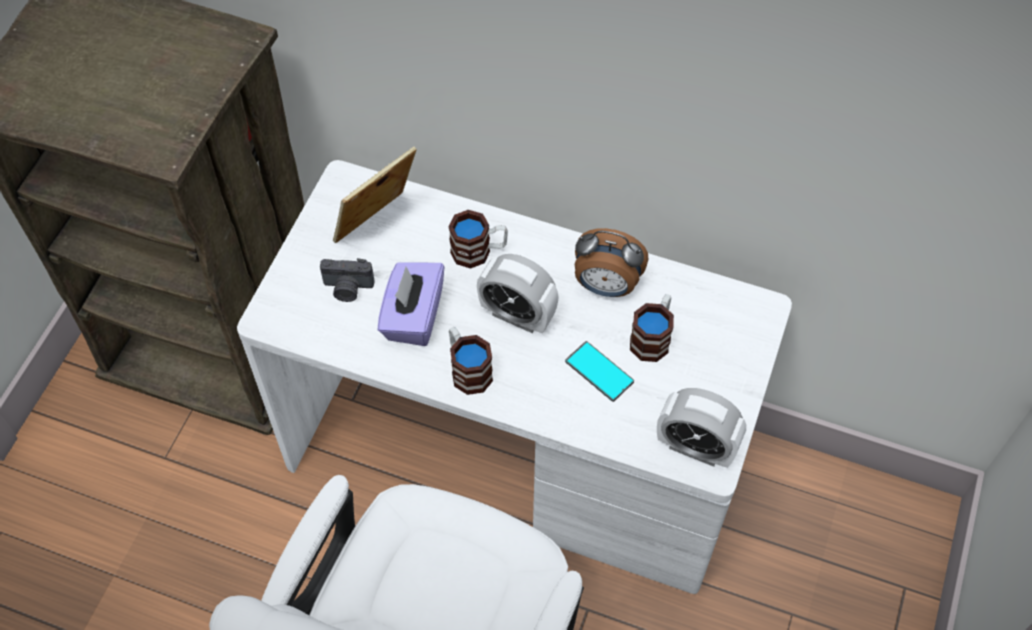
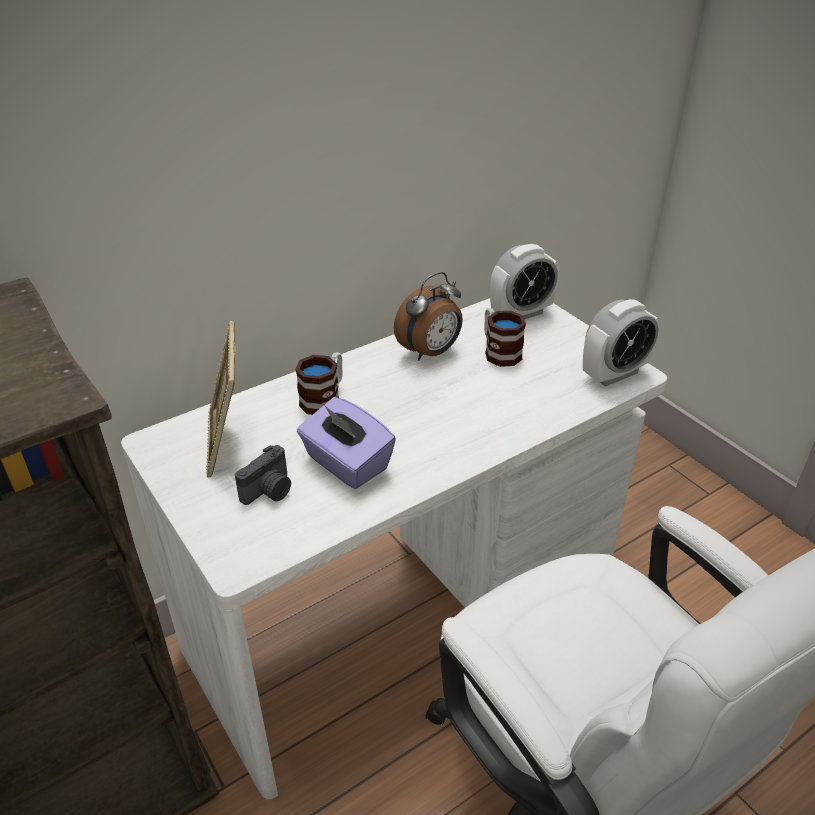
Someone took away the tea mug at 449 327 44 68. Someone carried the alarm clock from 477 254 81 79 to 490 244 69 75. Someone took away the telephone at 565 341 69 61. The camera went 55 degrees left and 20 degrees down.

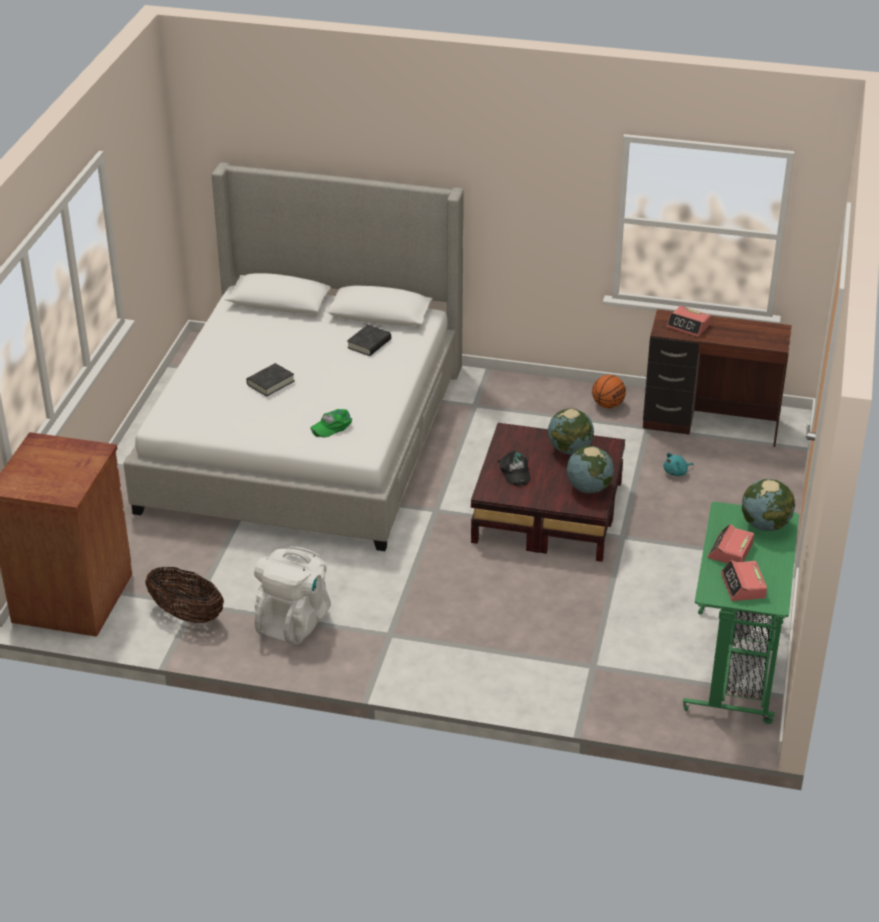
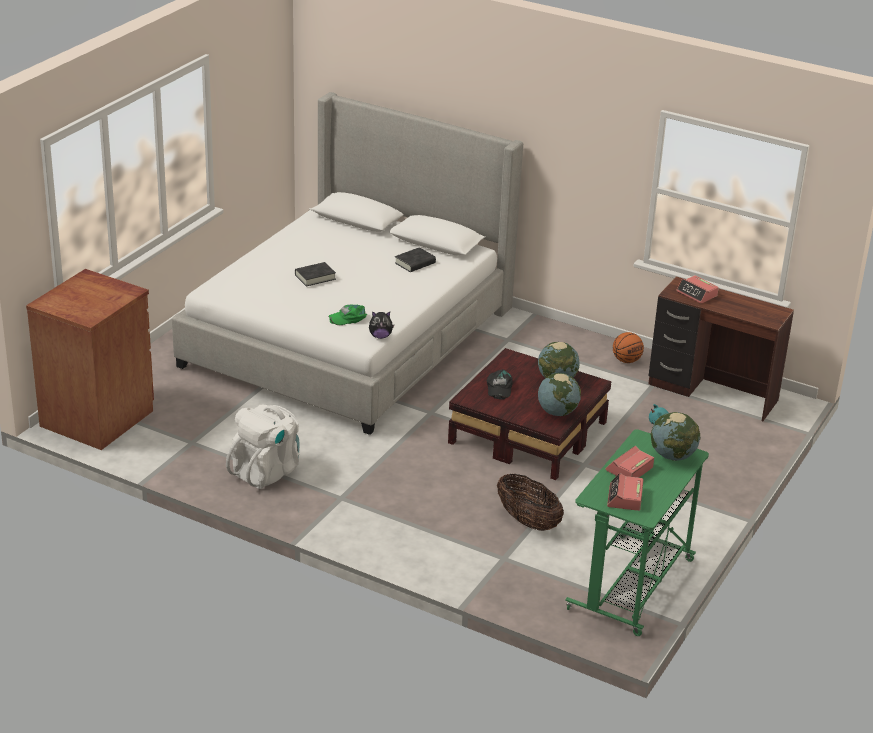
Someone carried the storage basket from 145 567 79 56 to 497 473 67 58. Someone put down the plush toy at 369 311 26 28. The camera went 15 degrees right and 5 degrees down.

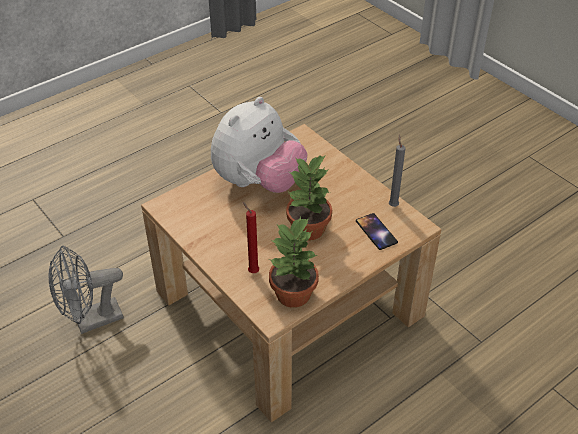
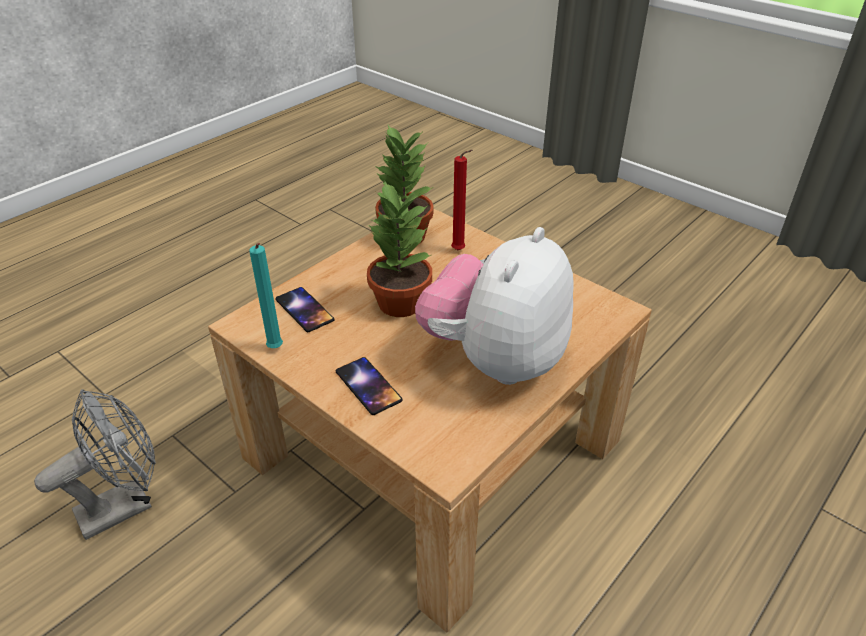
Someone carried the cooling fan in gray from 49 246 75 88 to 34 389 122 151. Someone repainted the candle in gray at 389 135 17 72, which became the candle in turquoise-coloured at 249 243 34 105. Someone put down the telephone at 336 357 67 58. The camera went 170 degrees right and 5 degrees down.

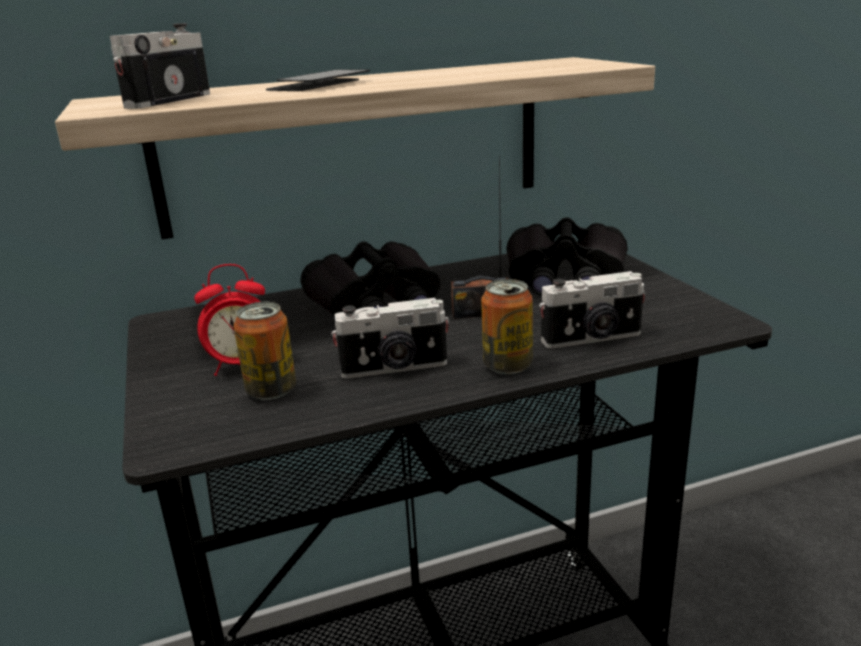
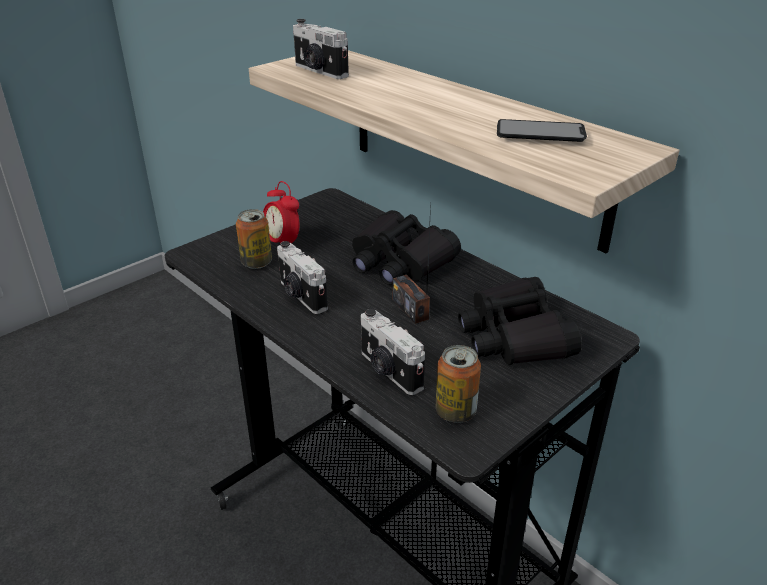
Someone rotated the still camera at 110 23 100 86 by 135 degrees counterclockwise. Someone carried the telephone from 266 69 104 22 to 497 119 90 23. Someone carried the metal can from 481 279 52 95 to 436 345 45 78. The camera went 65 degrees right and 10 degrees up.

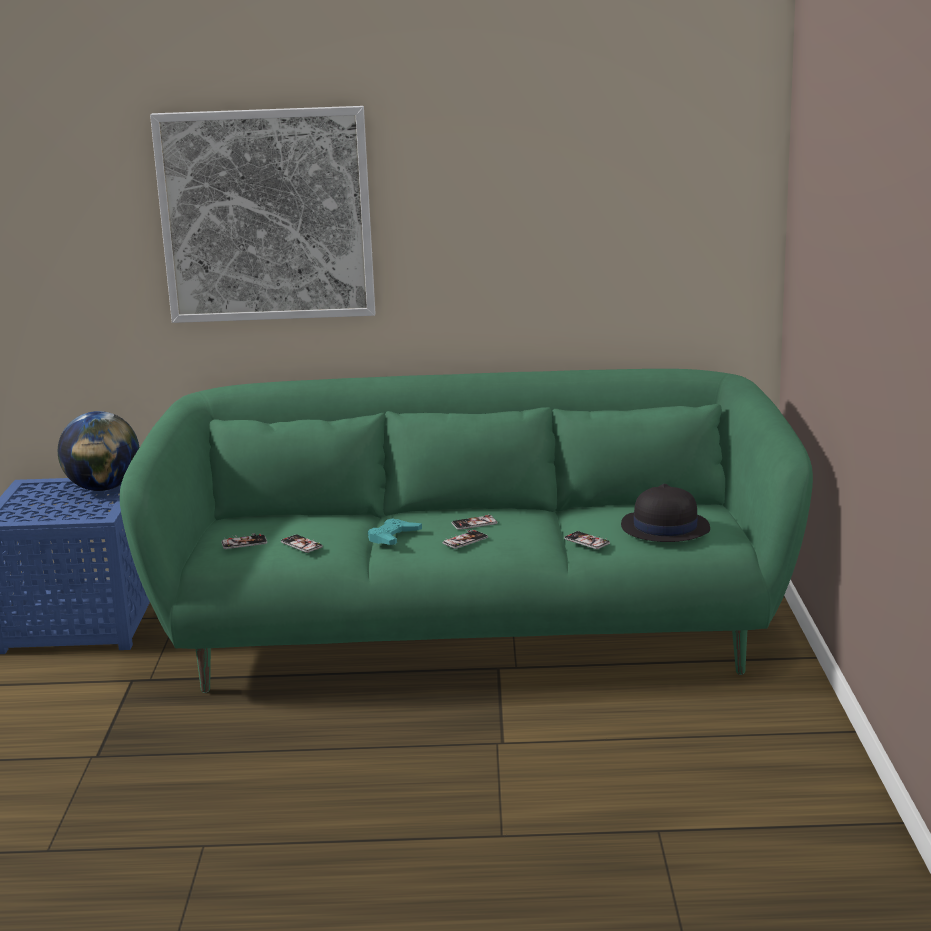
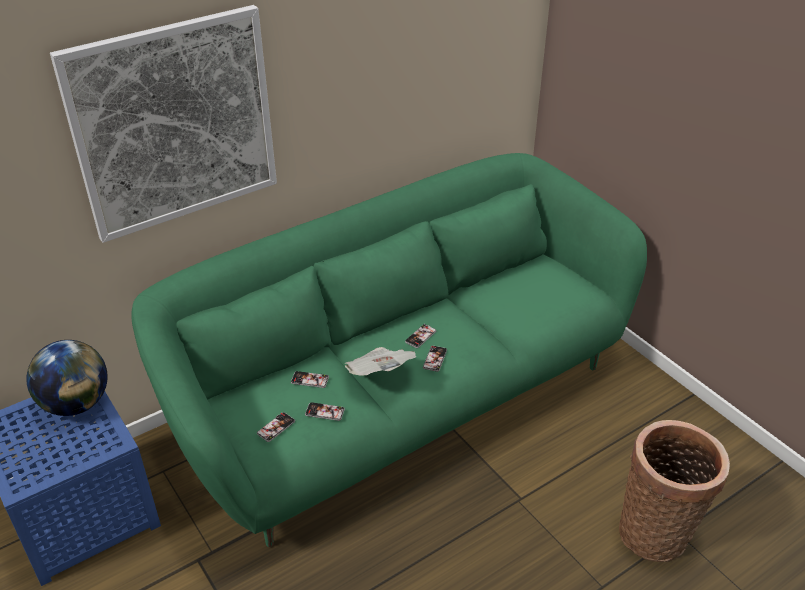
Someone swapped the game controller in turquoise-coloured at 368 518 54 27 for the daily paper at 345 347 71 29. Someone carried the telephone from 564 531 46 18 to 291 371 38 17. Someone took away the clothing hat in blackish at 621 484 89 58. Someone put down the storage basket at 619 420 111 142. The camera went 35 degrees left and 20 degrees up.

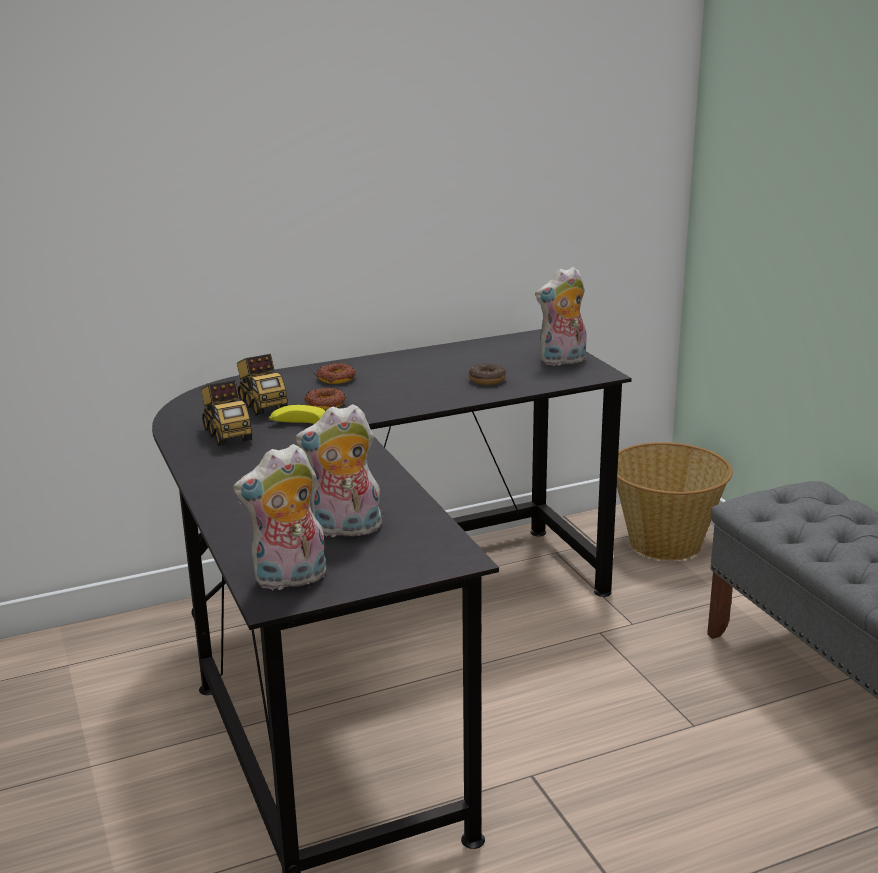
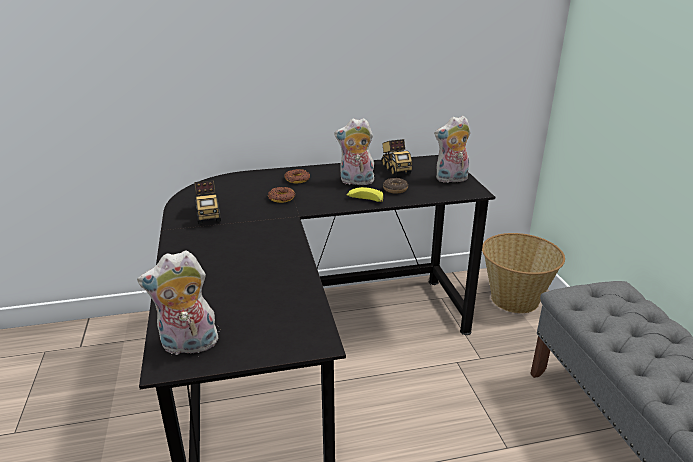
Someone carried the model truck from 237 354 51 62 to 381 139 31 37. Someone carried the banana from 268 405 57 19 to 346 187 37 15. Someone carried the plush toy from 295 404 87 133 to 334 118 40 69. The camera went 10 degrees right and 5 degrees up.

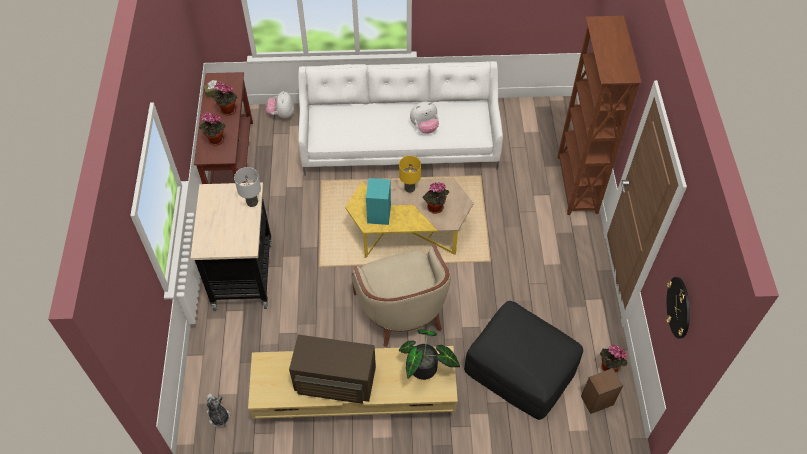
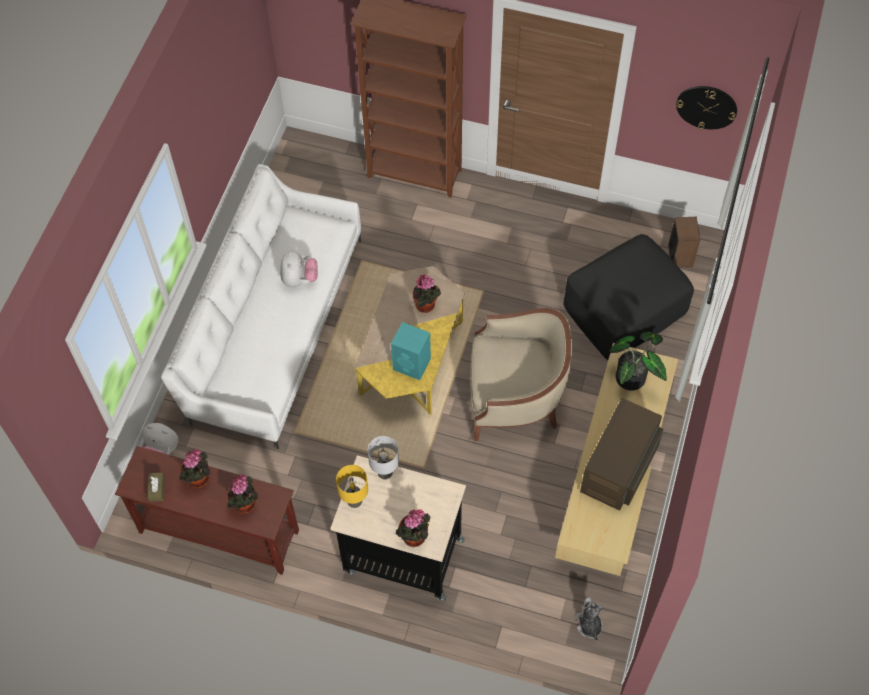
Someone rotated the plush toy at 207 394 23 33 by 90 degrees clockwise. Someone carried the lamp for a table in yellow-coloured from 399 156 22 37 to 336 465 32 43. Someone carried the potted plant from 600 345 28 27 to 395 509 35 38. The camera went 70 degrees left and 5 degrees up.

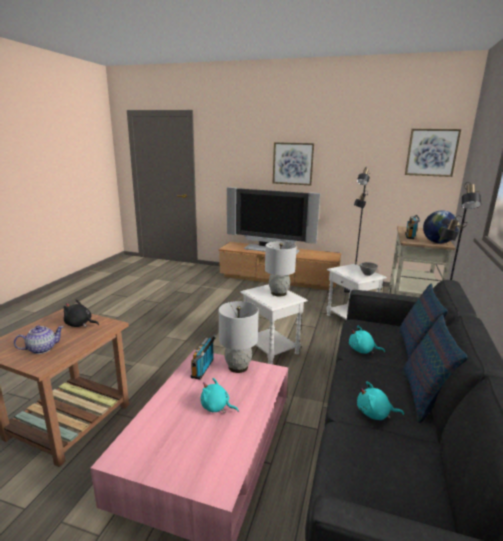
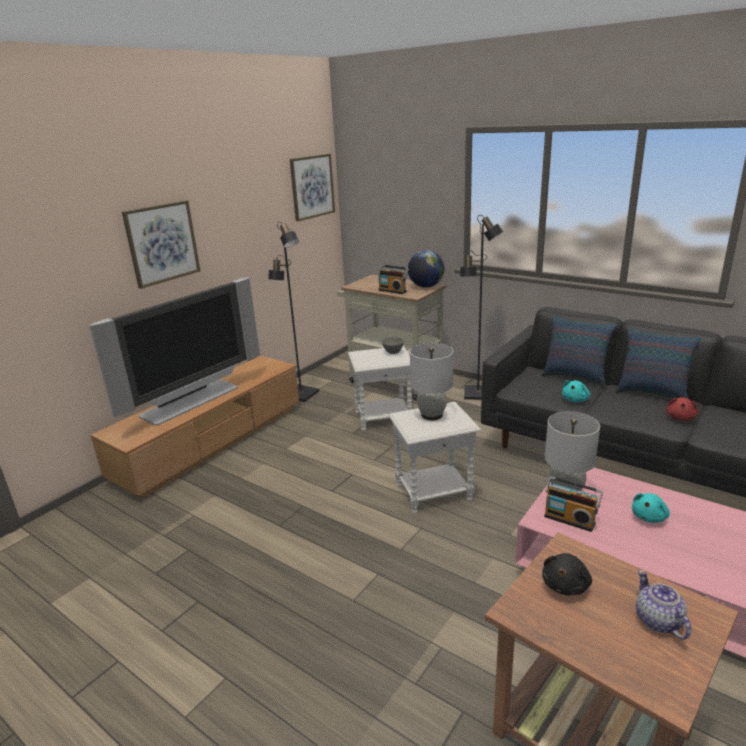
Someone repainted the plush toy in turquoise-coloured at 357 381 47 39, which became the plush toy in red at 666 397 33 24. The camera went 70 degrees left and 5 degrees up.

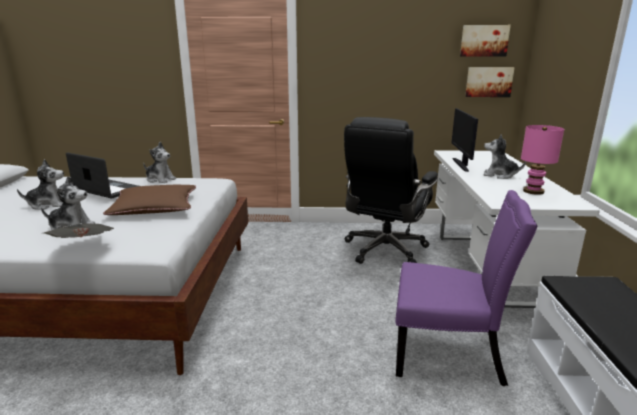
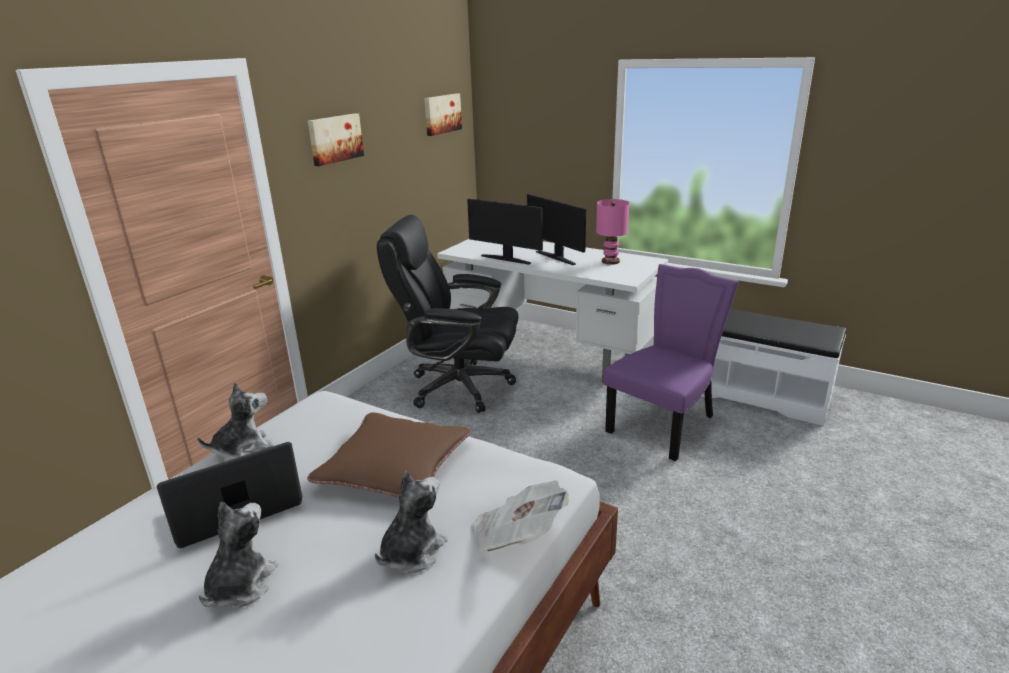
Someone rotated the computer chair in blackish at 344 117 94 147 by 135 degrees clockwise. Someone carried the picture from 465 67 50 30 to 308 113 56 53. Someone swapped the plush toy at 483 135 43 44 for the monitor at 527 194 59 71. The camera went 60 degrees left and 5 degrees up.

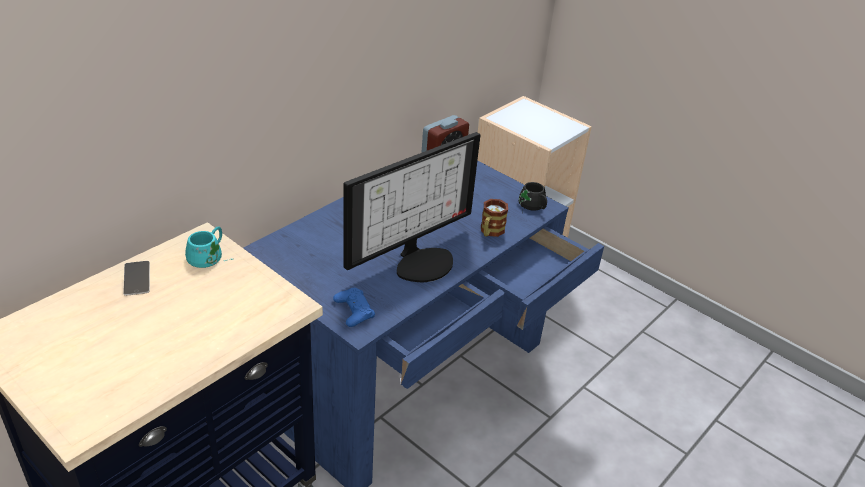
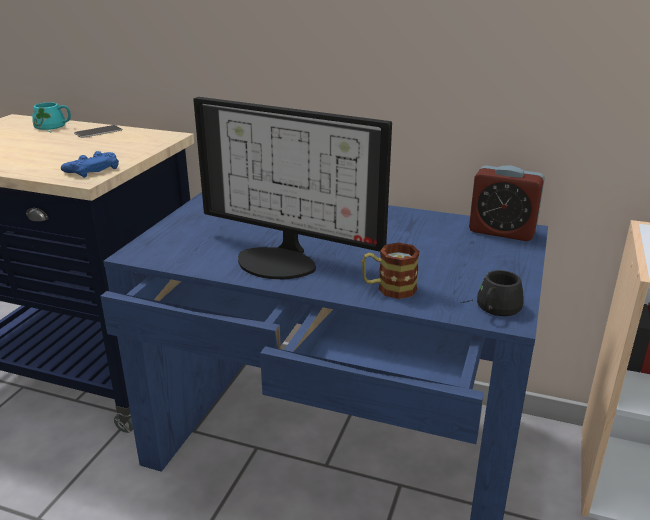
Someone carried the tea mug in turquoise-coloured from 185 226 49 42 to 33 102 38 31. Someone carried the game controller in blue-coloured from 333 288 42 39 to 61 151 58 27. The camera went 70 degrees right and 10 degrees down.

